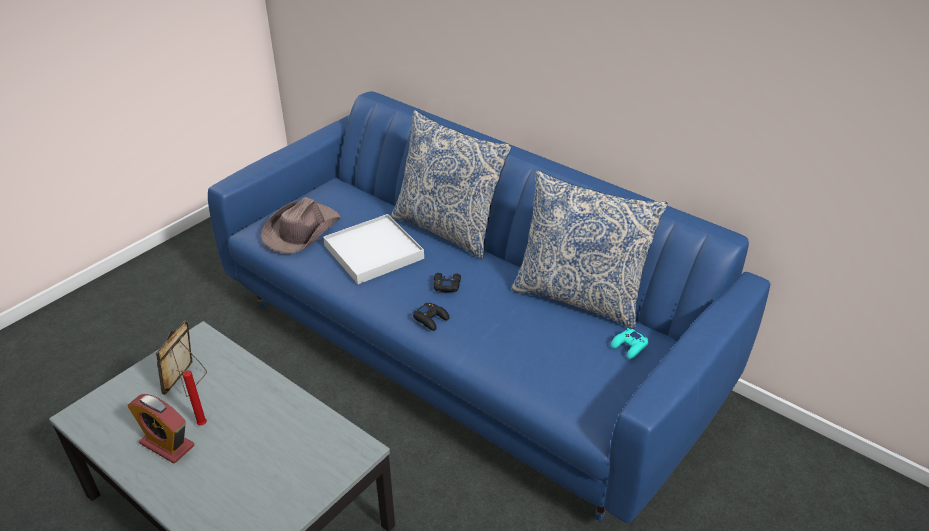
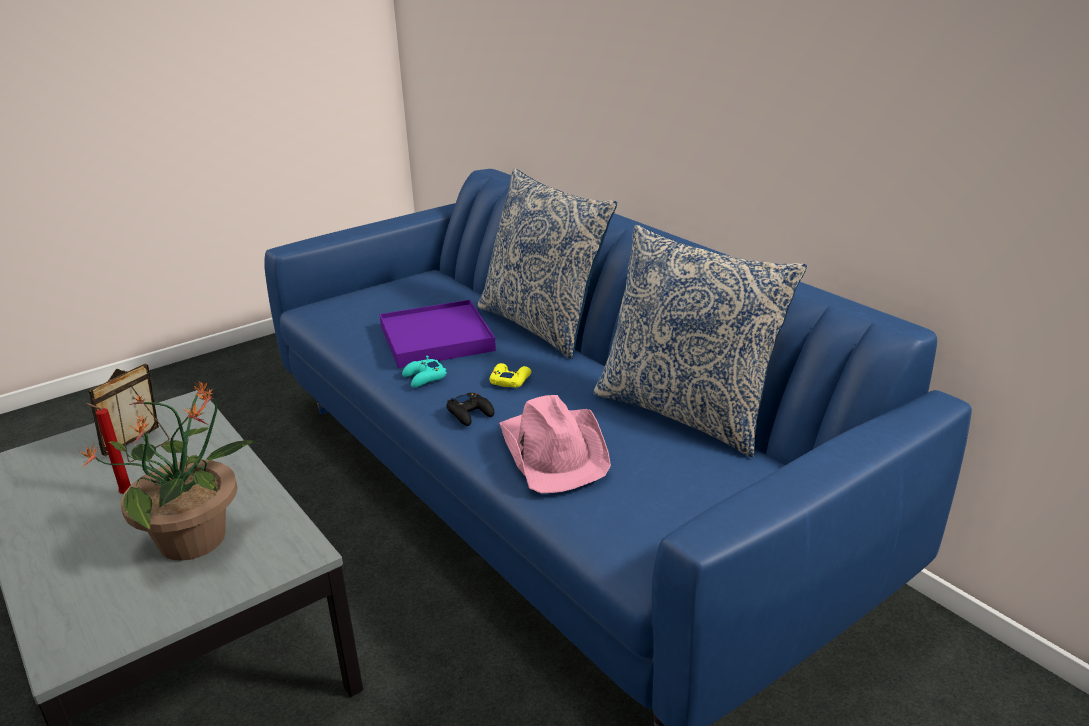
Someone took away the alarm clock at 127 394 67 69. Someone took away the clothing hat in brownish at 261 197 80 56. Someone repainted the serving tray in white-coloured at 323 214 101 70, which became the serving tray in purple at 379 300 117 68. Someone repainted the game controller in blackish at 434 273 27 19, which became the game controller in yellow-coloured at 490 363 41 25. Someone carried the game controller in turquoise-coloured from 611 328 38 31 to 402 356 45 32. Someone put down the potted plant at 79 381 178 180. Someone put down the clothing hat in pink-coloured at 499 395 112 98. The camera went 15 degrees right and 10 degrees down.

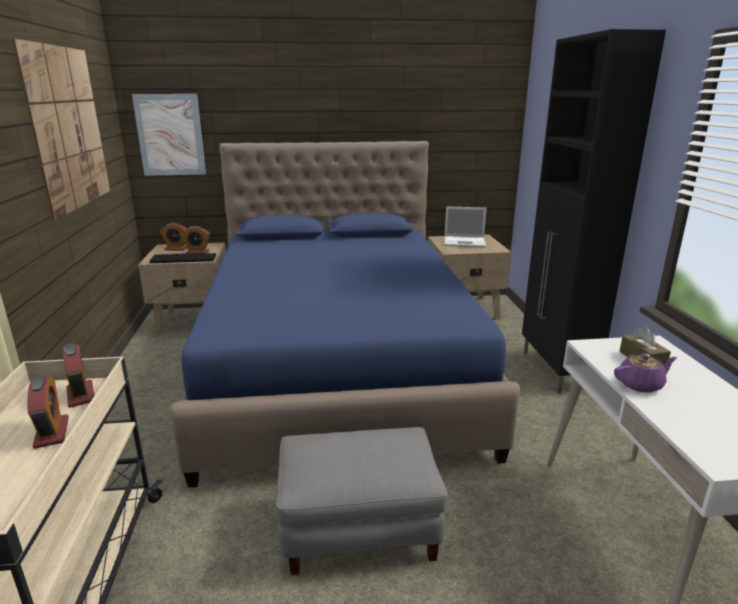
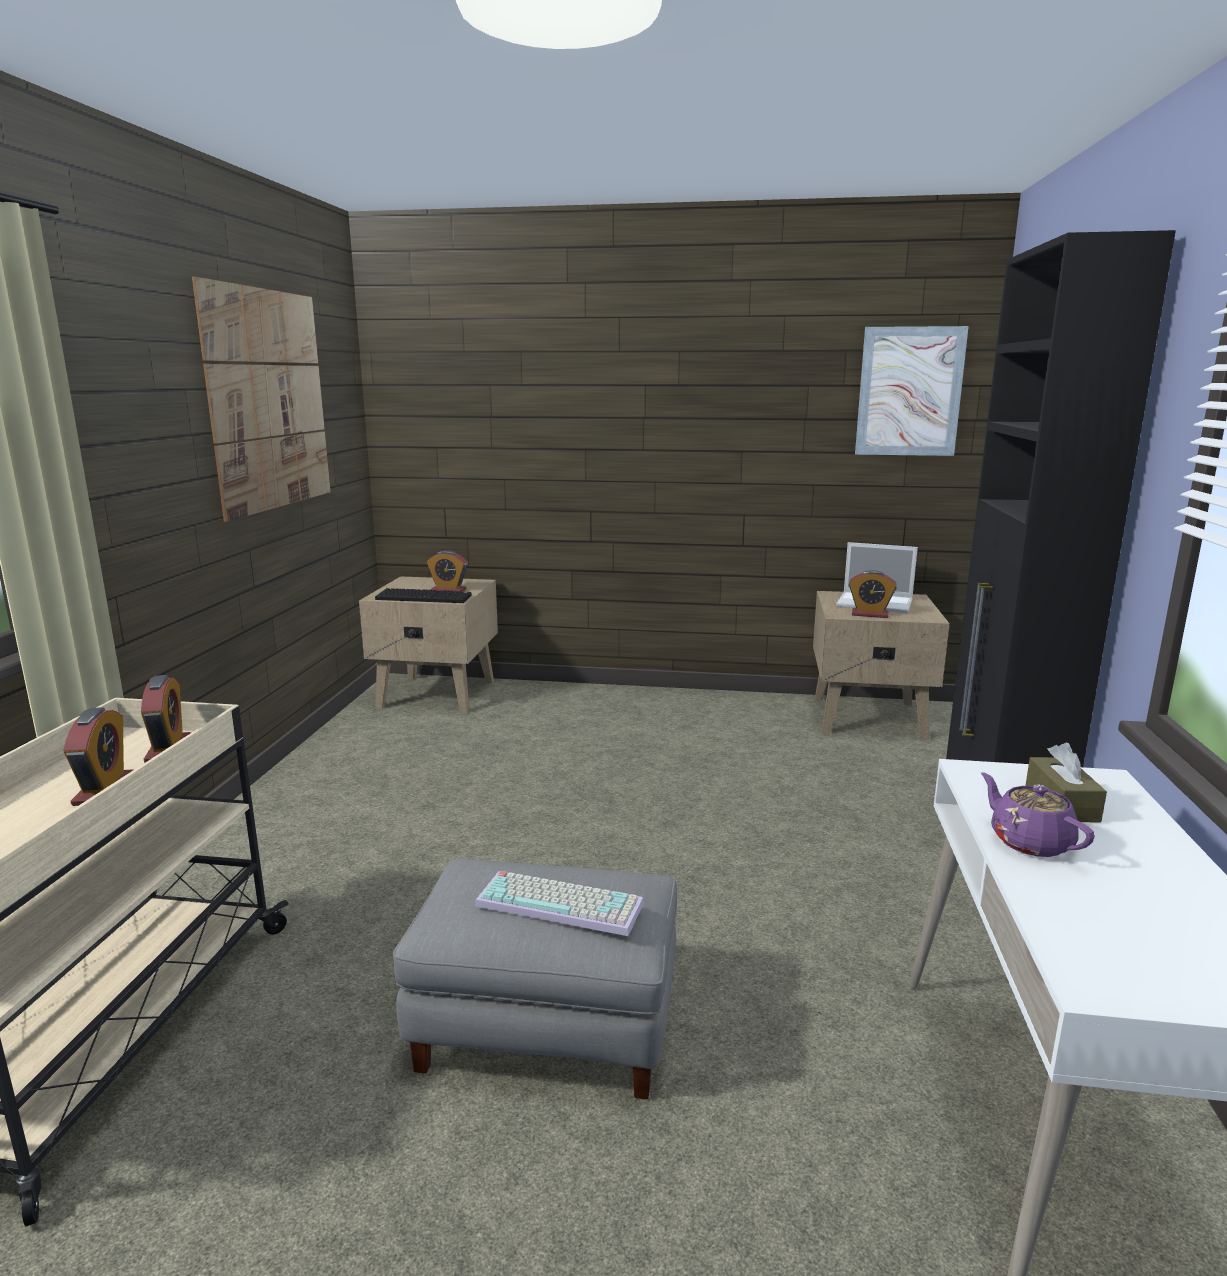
Someone carried the picture from 132 94 74 82 to 855 326 114 130. Someone carried the alarm clock from 160 223 27 28 to 849 570 48 48. Someone took away the bed in blue-coloured at 170 141 350 347. Someone rotated the tea pot in purple at 614 353 63 40 by 120 degrees counterclockwise. Someone put down the keyboard at 475 871 169 65. The camera went 15 degrees right and 5 degrees down.

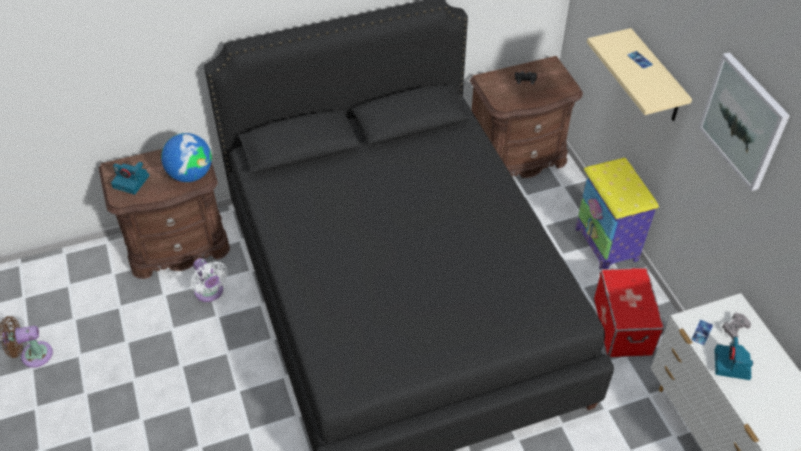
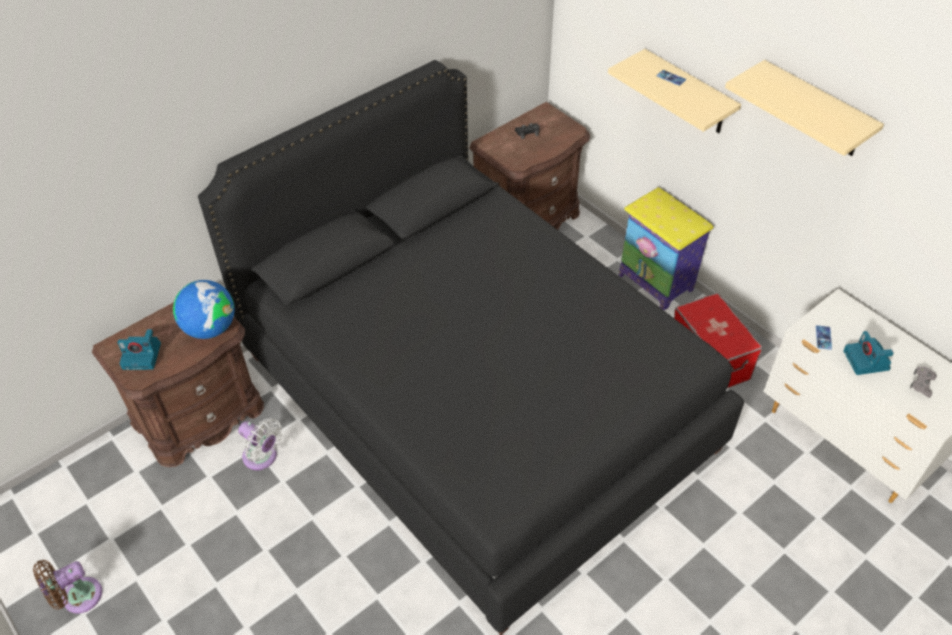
Someone swapped the picture at 698 52 92 139 for the wall shelf in beige at 725 60 159 96. Someone carried the game controller in gray from 722 313 29 26 to 910 367 27 31. The camera went 20 degrees left and 0 degrees up.

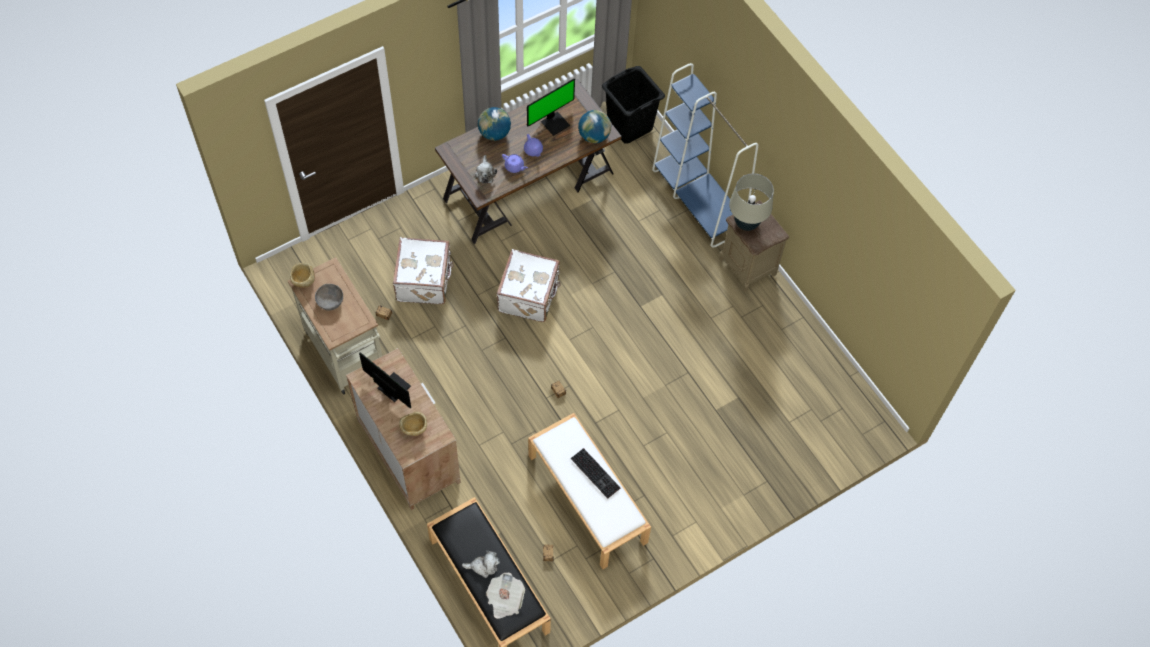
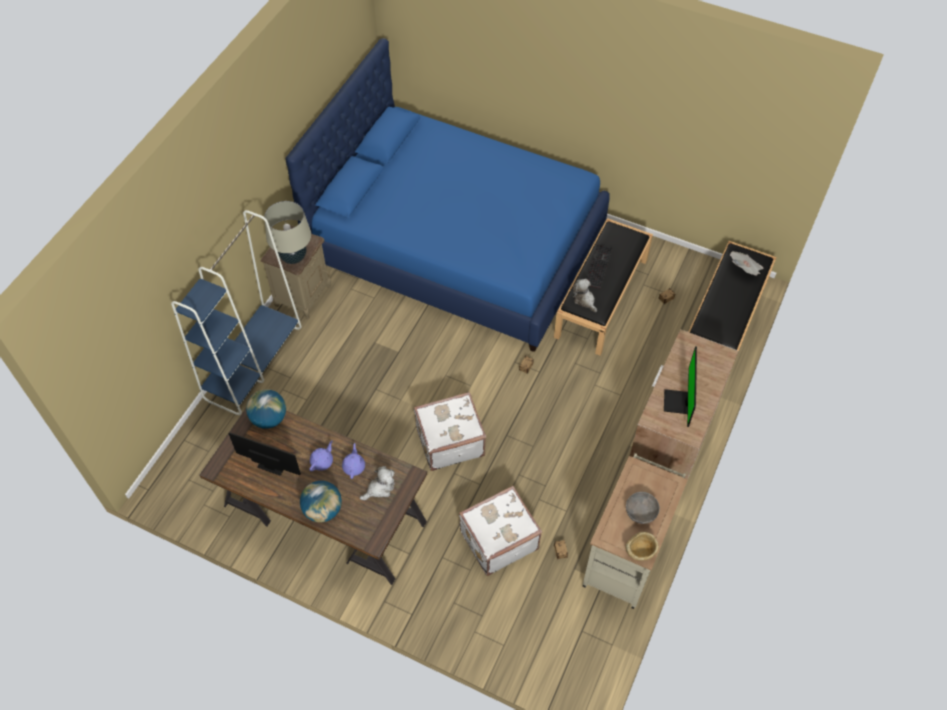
Someone took away the serving bowl in beige at 399 412 28 24. Someone carried the plush toy from 462 550 38 28 to 572 279 25 33. Someone repainted the indoor bench in white-coloured at 528 413 123 156, which became the indoor bench in blackish at 554 218 99 137. Someone took away the laundry basket in blackish at 602 66 63 78. Someone put down the bed in blue-coloured at 285 38 325 314. The camera went 120 degrees left and 5 degrees down.

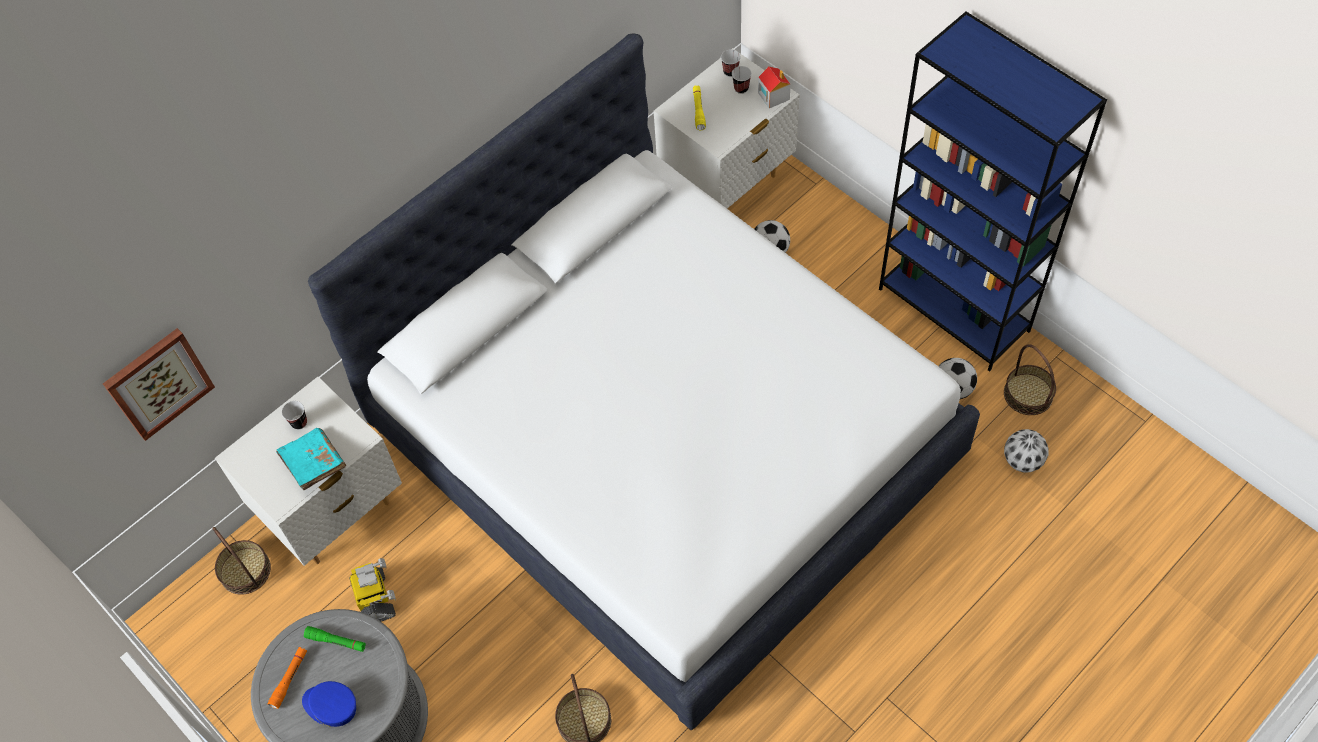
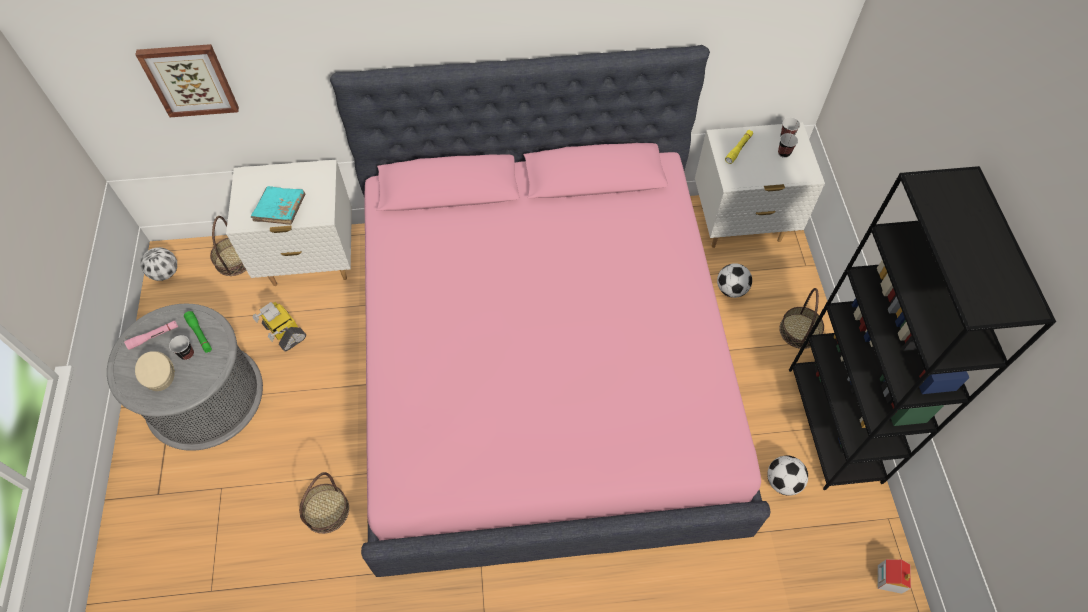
Someone repainted the torch in orange at 267 647 40 62, which became the torch in pink-coloured at 124 321 54 29. Someone carried the small cup from 282 401 25 29 to 169 335 25 25. Someone repainted the cap in blue-coloured at 302 681 54 46, which became the cap in beige at 135 351 40 40. Someone repainted the bed in white-coloured at 308 33 672 697, which became the bed in pink-coloured at 330 45 441 532. Someone rotated the toy robot at 349 558 47 64 by 120 degrees clockwise. Someone carried the model house from 758 66 33 42 to 878 559 33 35. Someone repainted the bookshelf in blue-coloured at 879 12 228 360, which became the bookshelf in blackish at 789 166 267 324. Someone carried the storage basket from 1004 344 52 71 to 779 288 45 61. Someone carried the football from 1004 429 45 44 to 141 247 36 34. The camera went 35 degrees right and 0 degrees up.

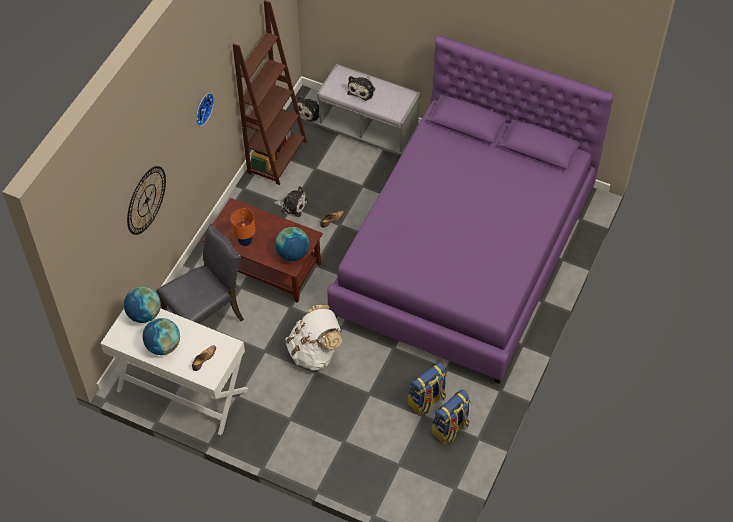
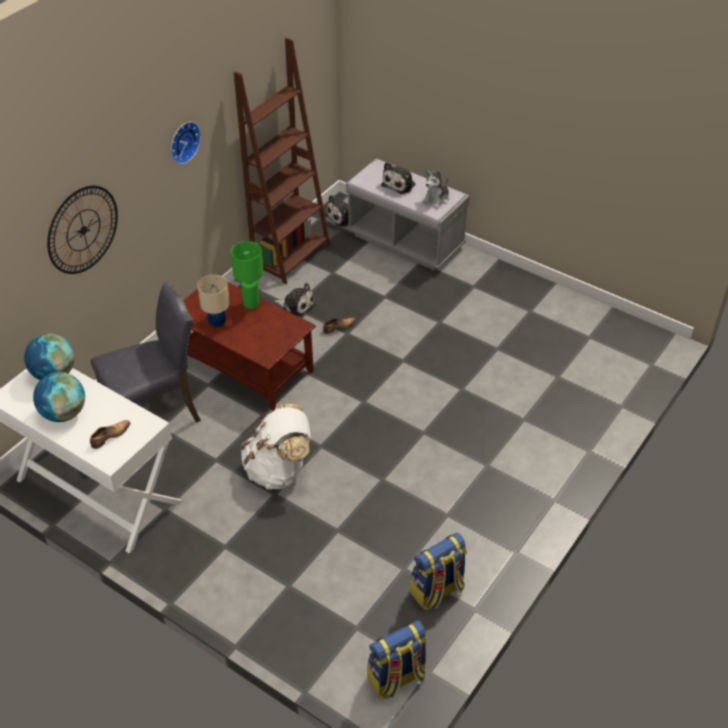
Someone repainted the lamp for a table in orange at 231 209 24 37, which became the lamp for a table in beige at 197 275 33 52. Someone took away the desk globe at 275 227 34 34. Someone took away the bed in purple at 327 35 287 349. Someone carried the knapsack from 408 362 39 53 to 367 620 60 79. Someone put down the lamp for a table in greenish at 231 241 32 68. Someone put down the plush toy at 422 170 27 39. The camera went 10 degrees right and 10 degrees down.

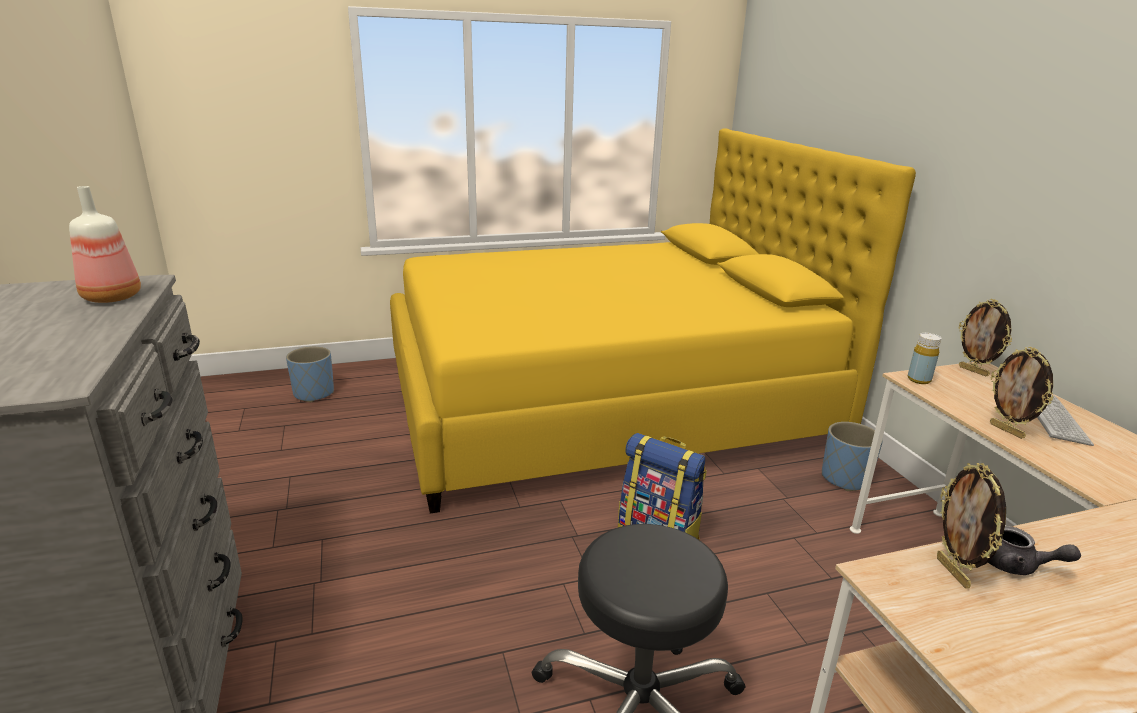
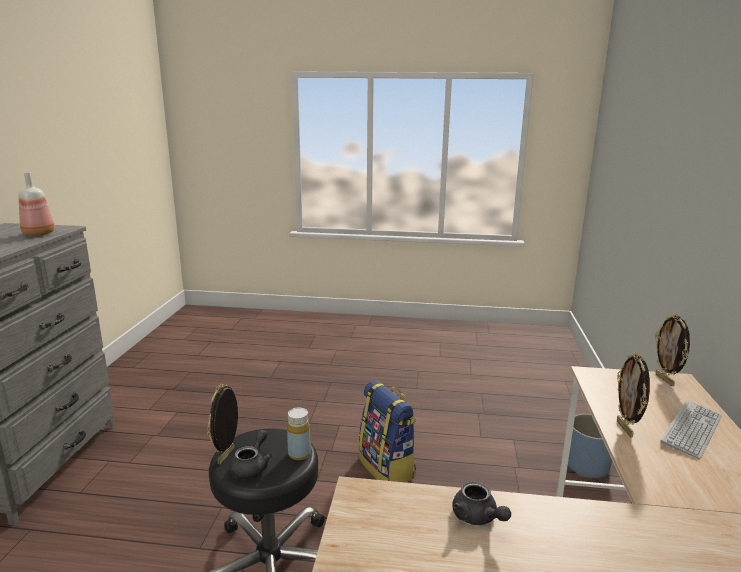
Someone took away the flower pot in blue-coloured at 286 346 48 56. Someone took away the bed in yellow-coloured at 390 128 526 386. Someone carried the beverage bottle in yellow-coloured from 908 333 33 51 to 287 408 24 52. Someone carried the standing frame from 937 463 69 126 to 207 384 31 80. Someone put down the tea pot in gray at 230 430 42 49. The camera went 25 degrees right and 5 degrees down.

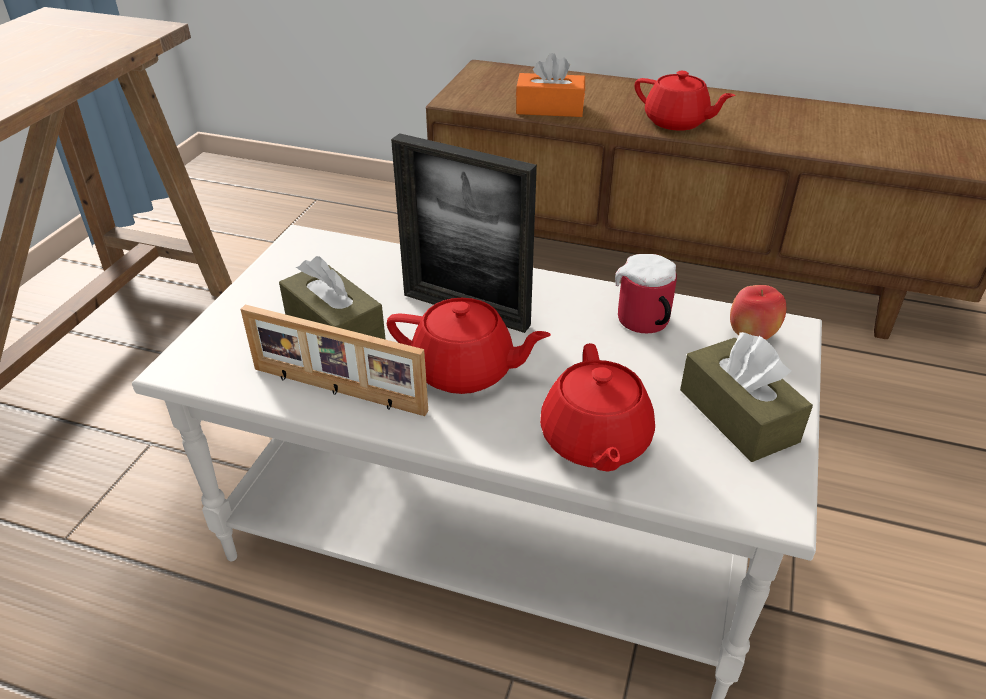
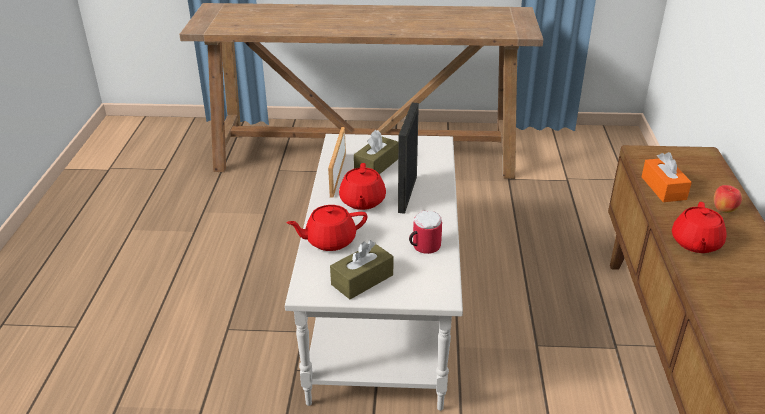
Someone carried the whole apple from 730 285 56 55 to 714 185 28 28. The camera went 75 degrees right and 5 degrees down.

